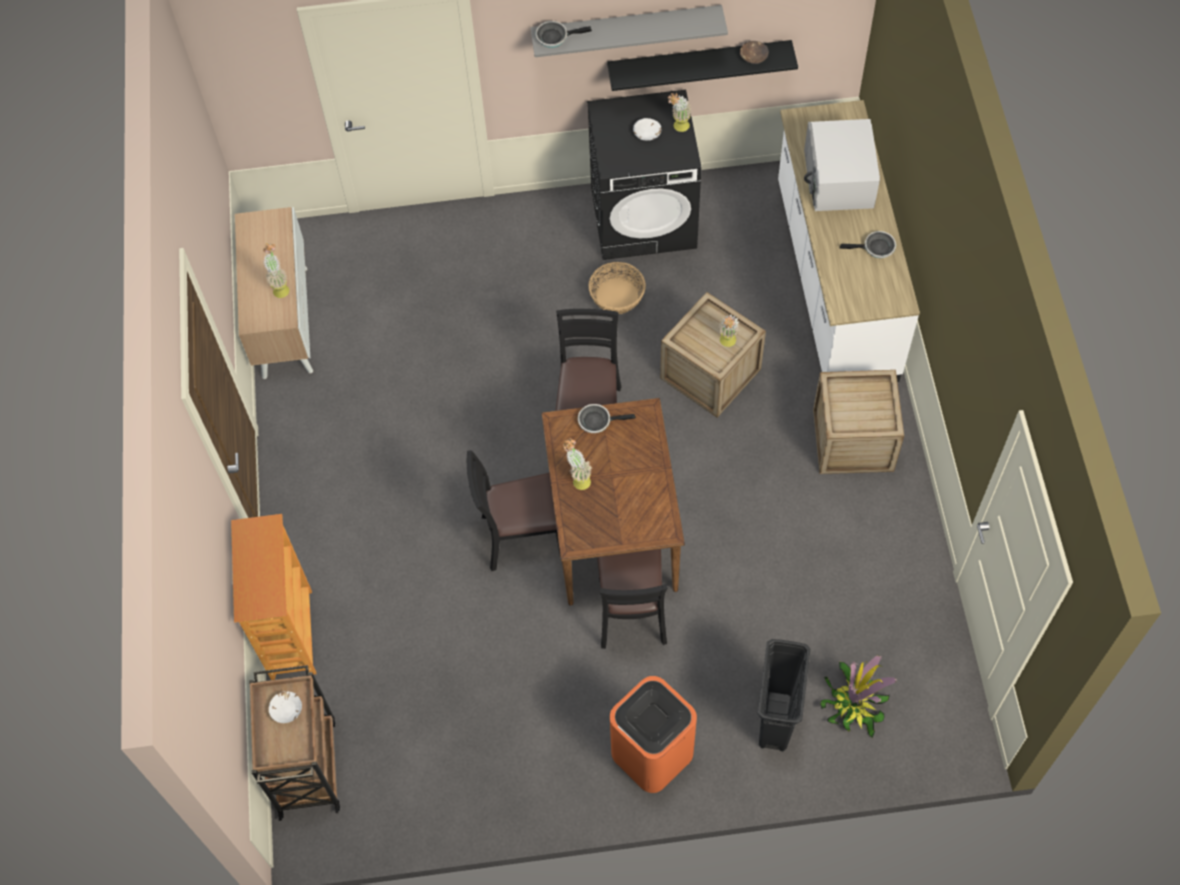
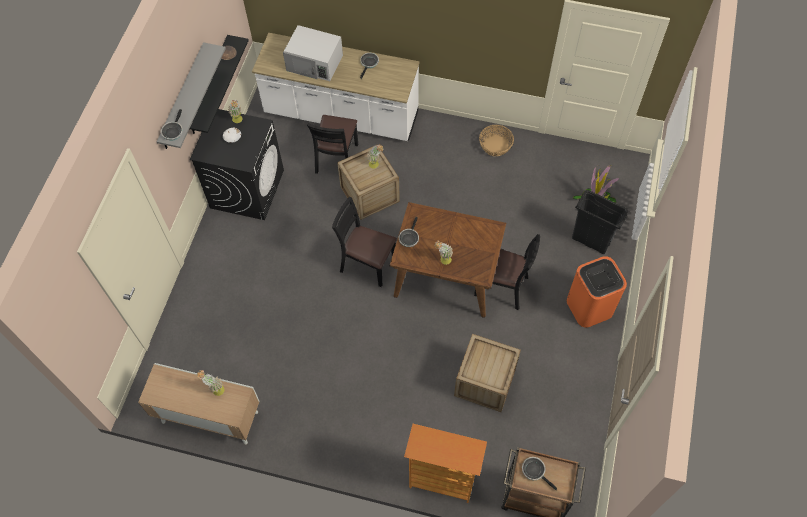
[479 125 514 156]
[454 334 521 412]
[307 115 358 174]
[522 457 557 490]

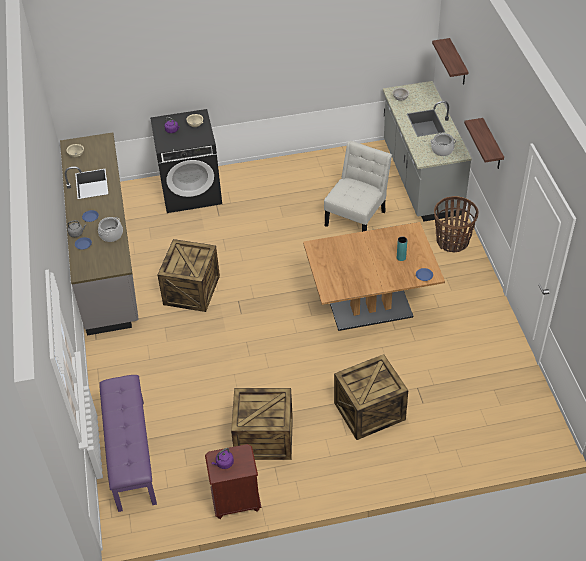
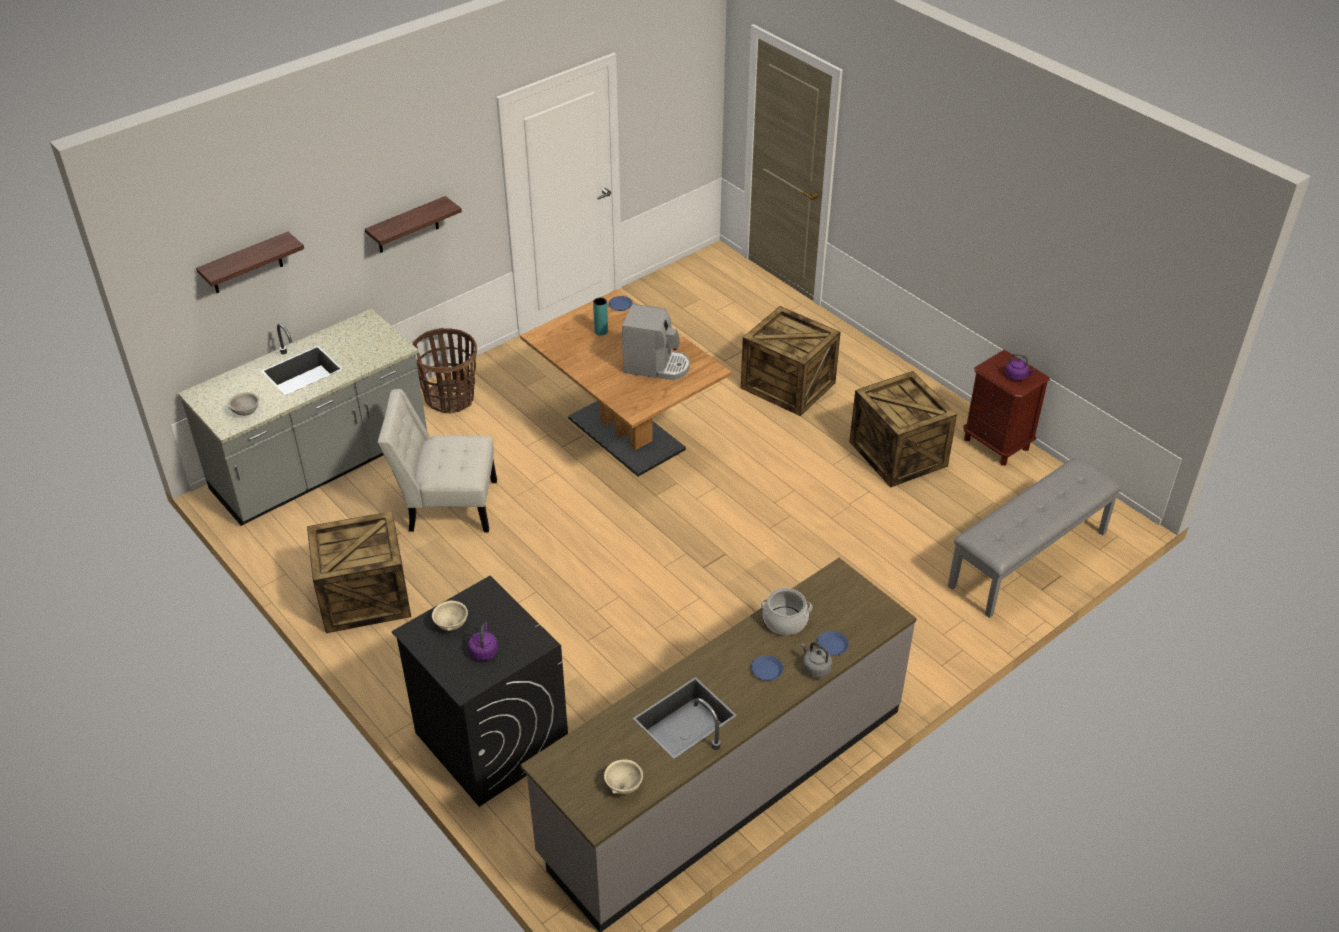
[430 133 456 156] (first image)
[307 511 411 633]
[948 458 1121 618]
[622 304 690 380]

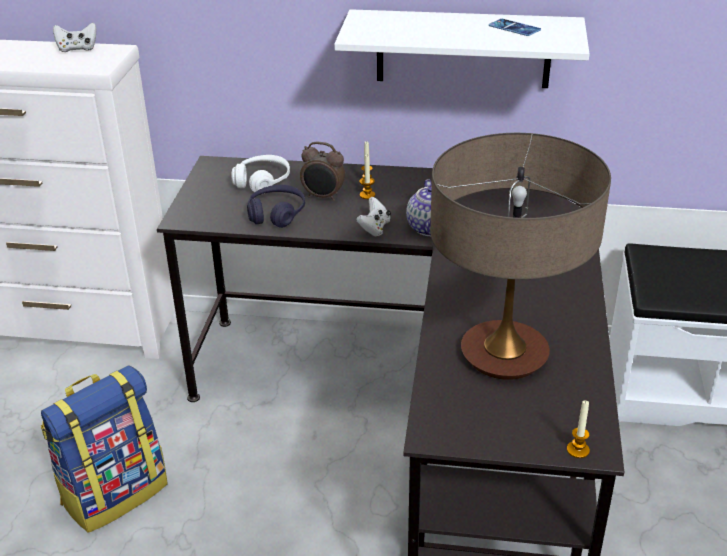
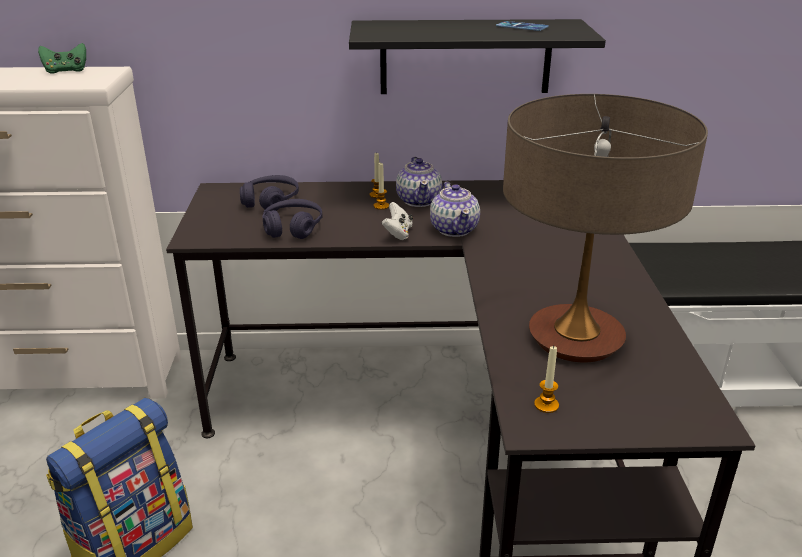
[349 19 606 94]
[38 43 86 74]
[300 142 345 201] (first image)
[240 175 299 211]
[534 345 559 413]
[396 157 442 207]

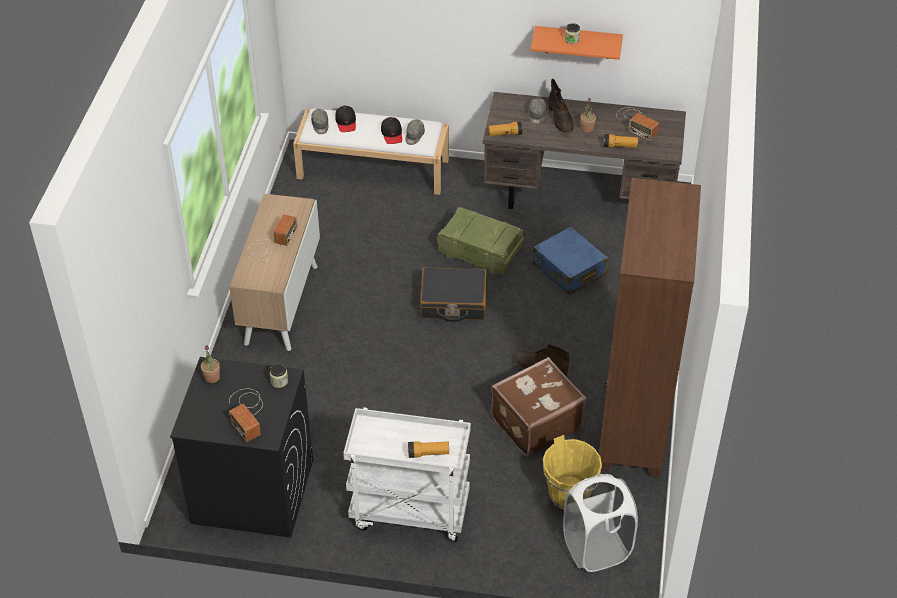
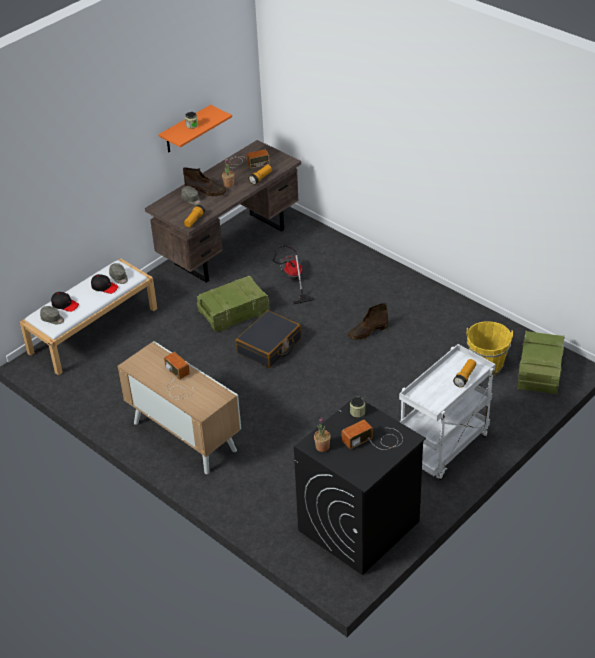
[599 178 701 478] (first image)
[273 245 315 304]
[491 357 586 457] (first image)
[342 419 403 450]
[517 331 564 395]

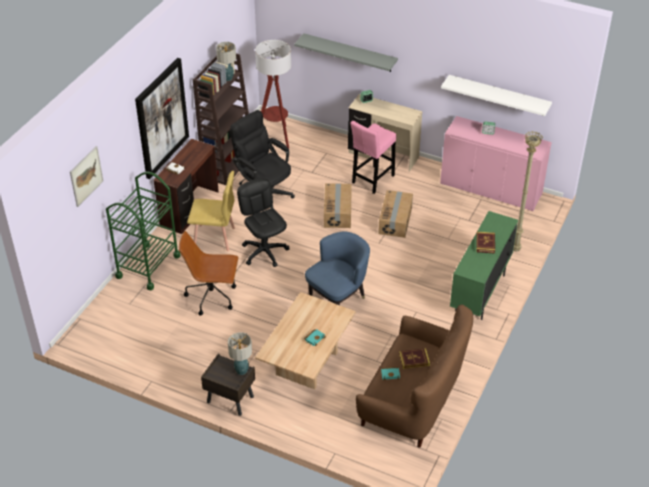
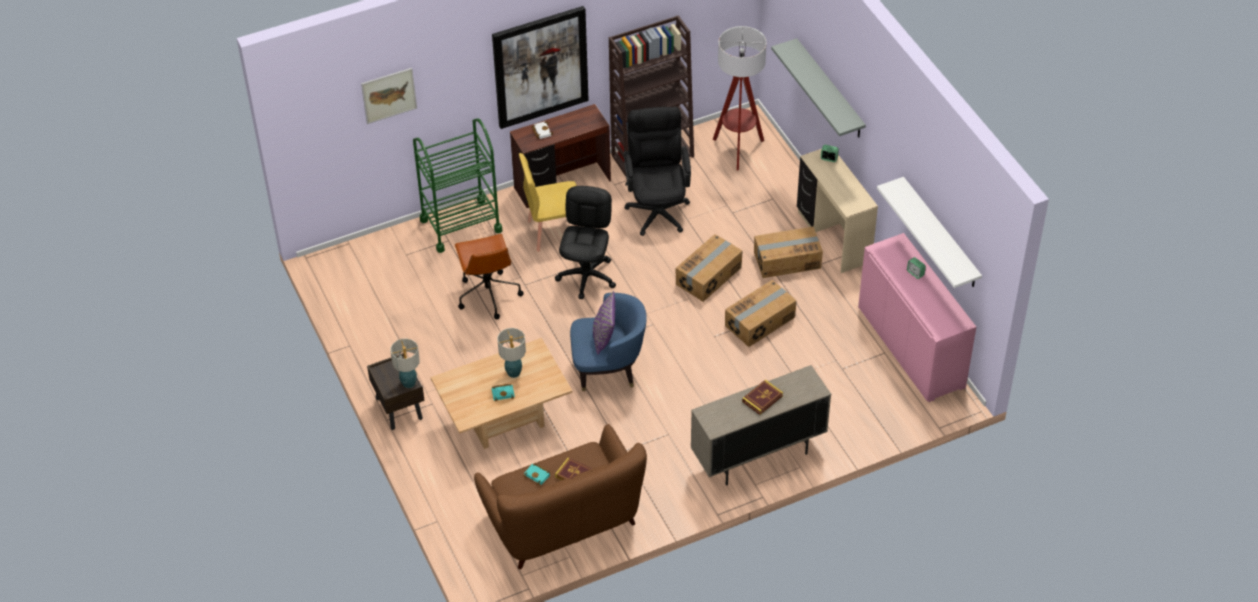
[497 328 526 378]
[754 226 823 278]
[513 131 543 252] (first image)
[519 153 577 252]
[691 365 831 485]
[454 234 524 319]
[593 291 615 354]

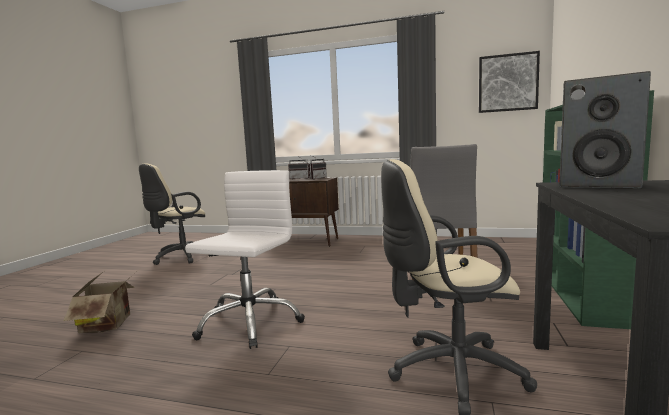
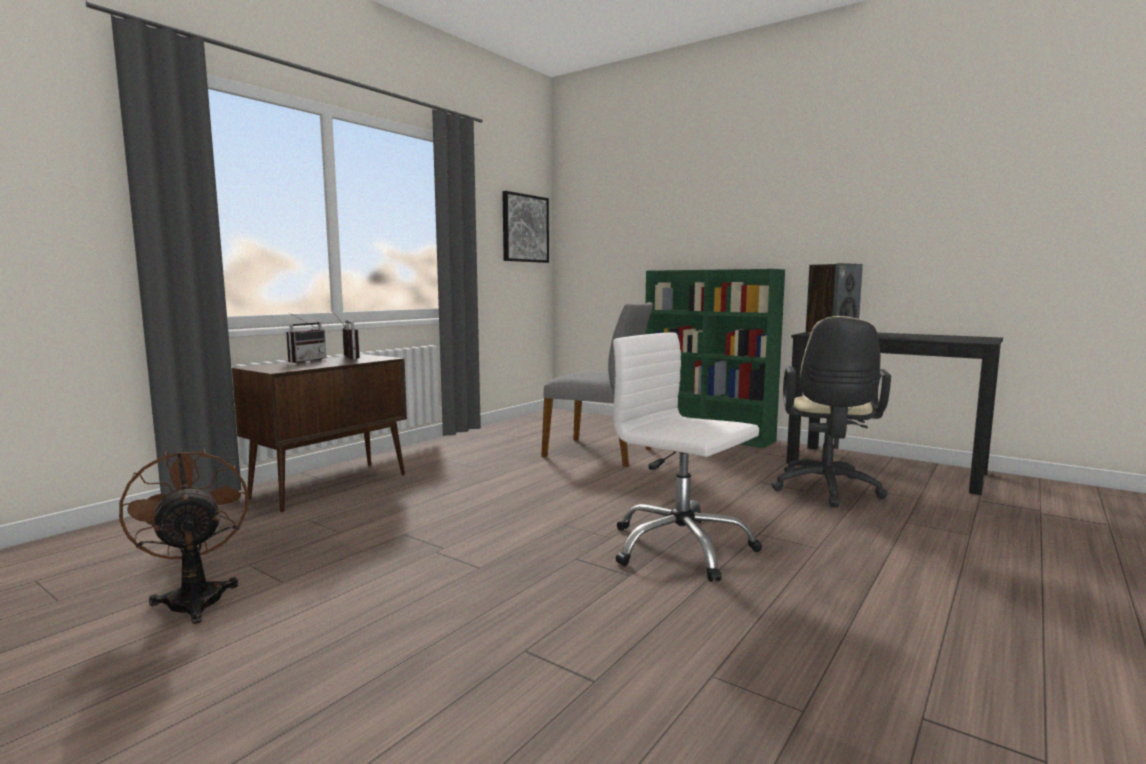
[119 449 248 624]
[64 271 135 333] (first image)

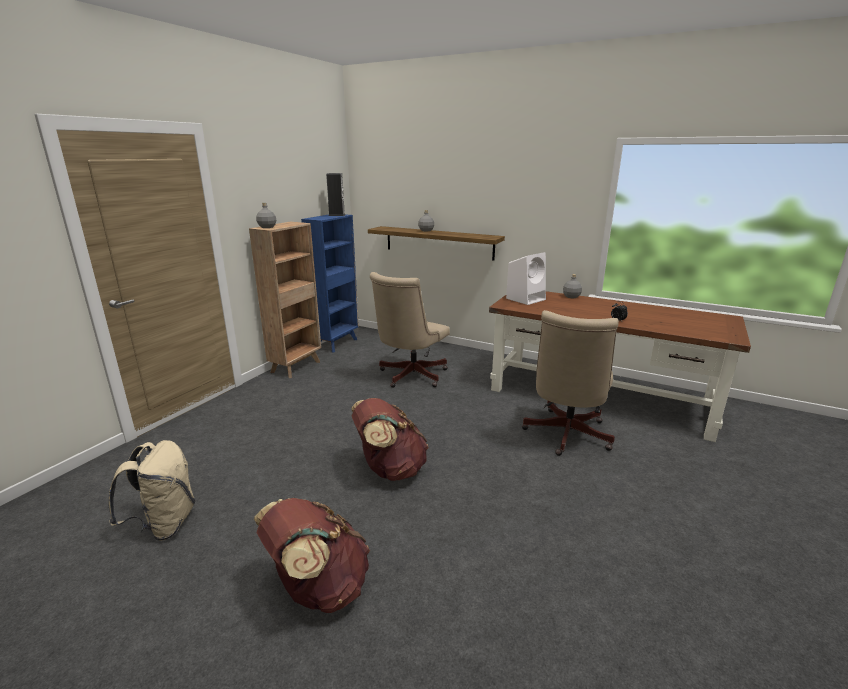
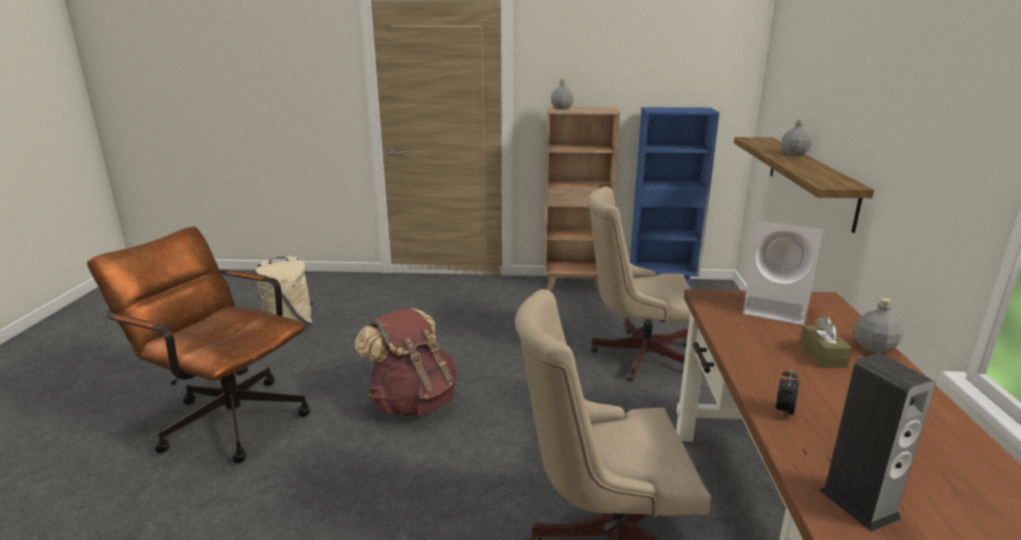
[819 353 936 532]
[87 227 310 464]
[799 317 852 368]

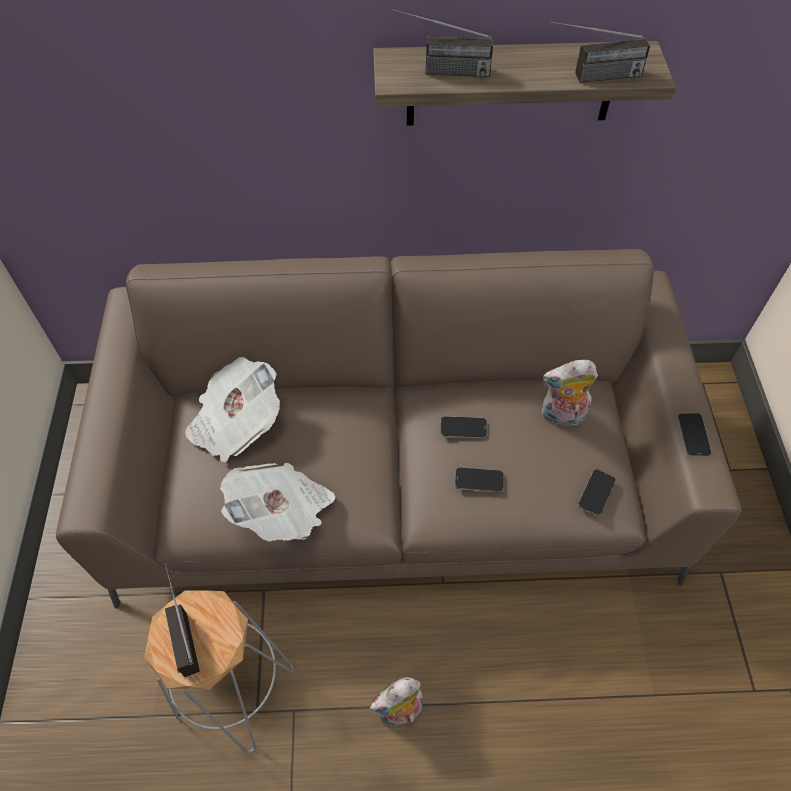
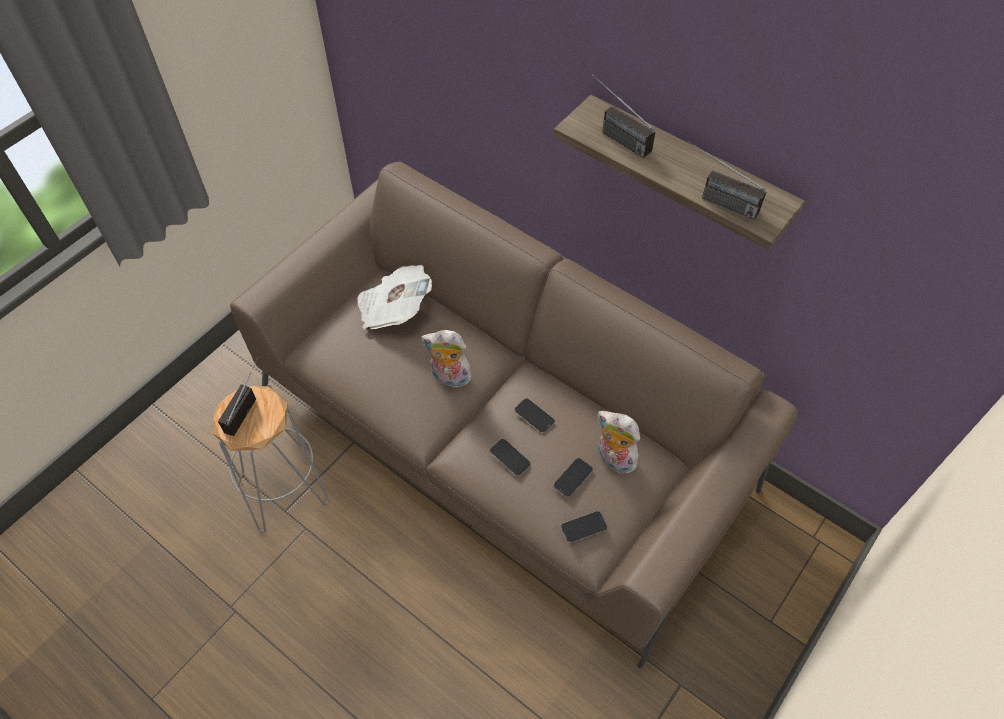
[553 458 593 497]
[220 463 335 541] (first image)
[421 330 472 388]

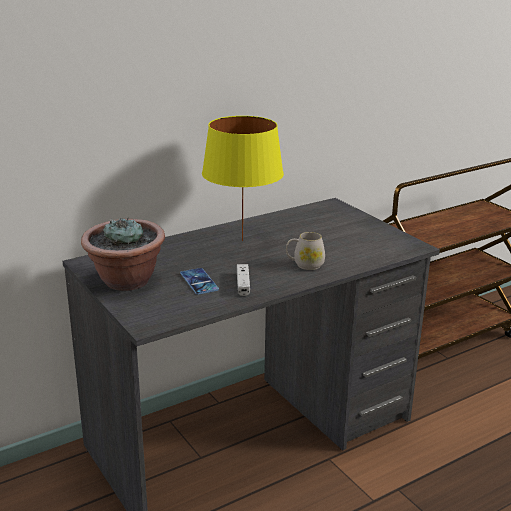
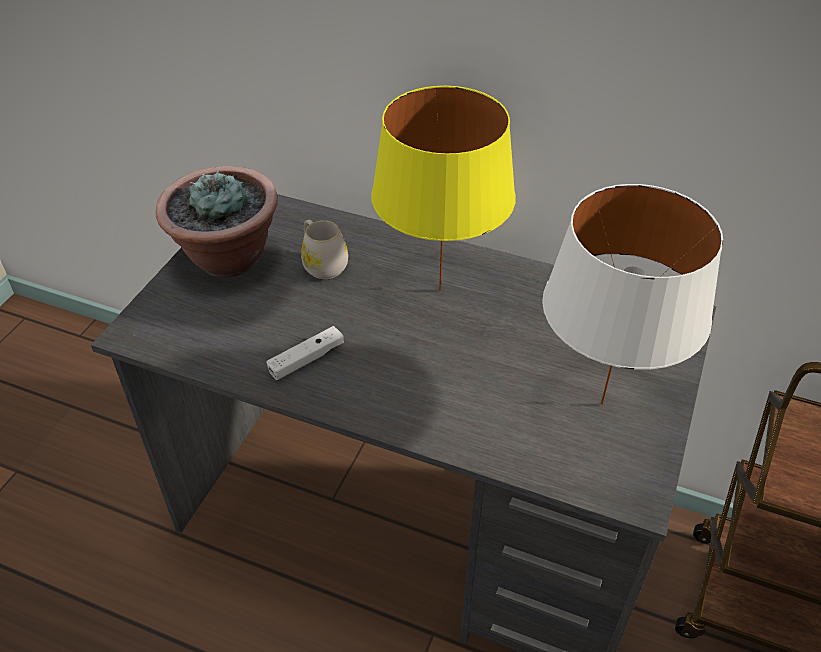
[301 220 348 279]
[180 268 219 295] (first image)
[542 184 723 405]

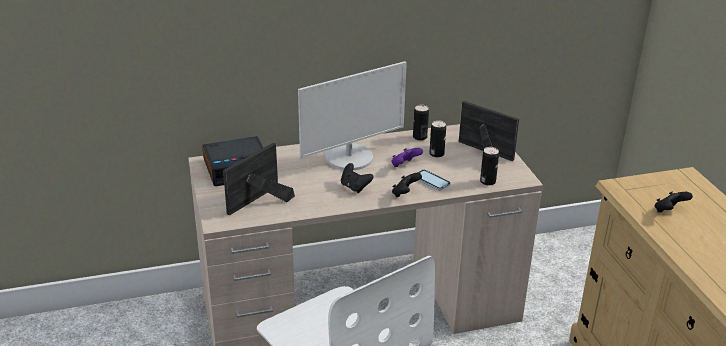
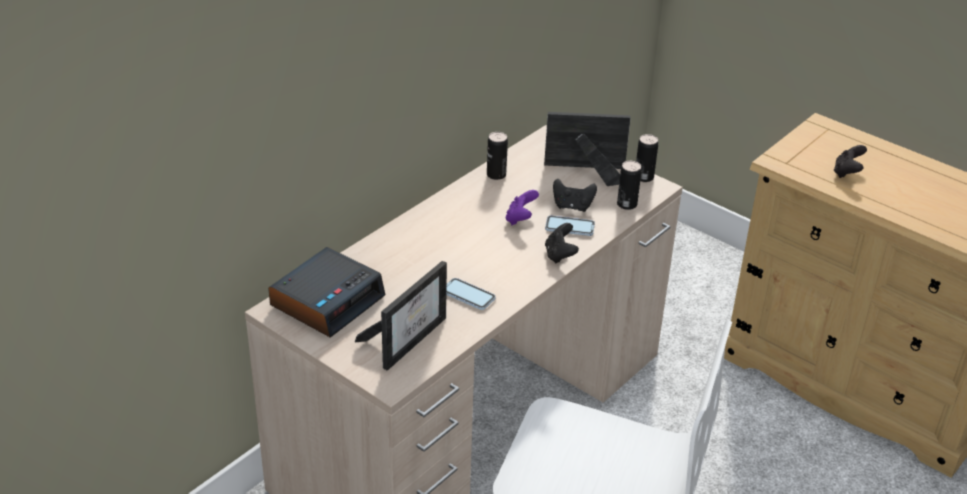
[298 61 407 170] (first image)
[636 134 658 182]
[355 261 447 371]
[553 179 597 212]
[446 278 496 310]

